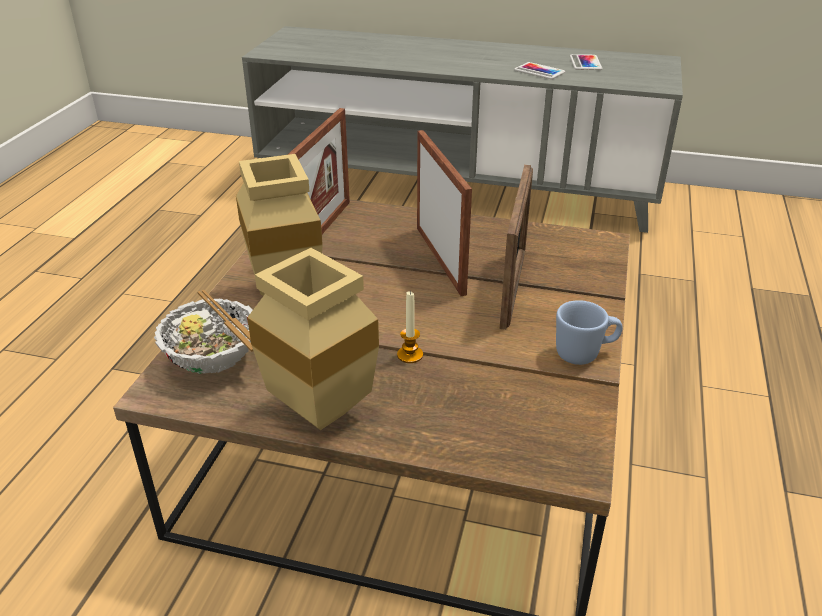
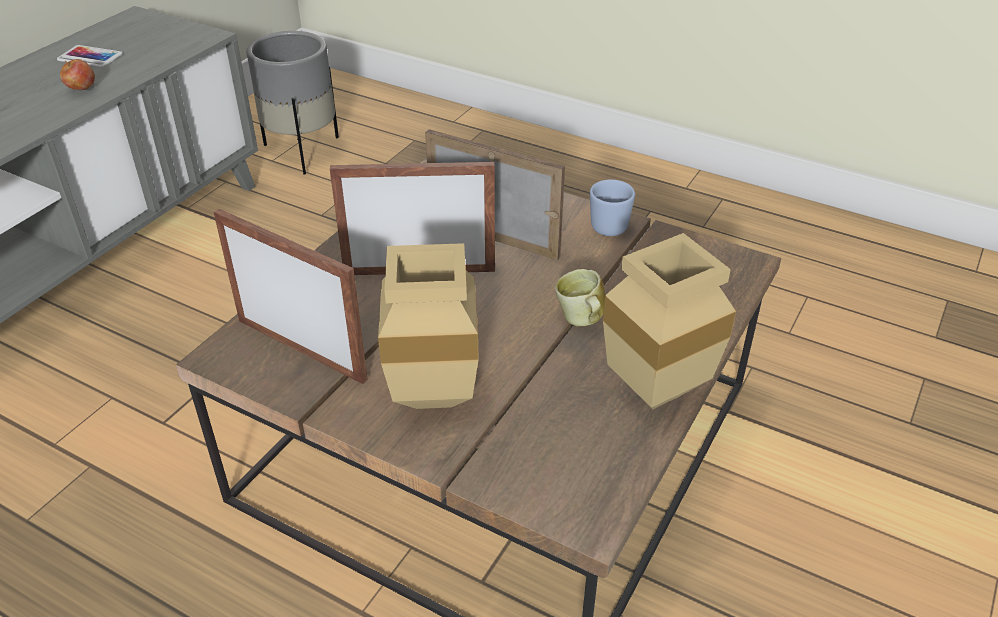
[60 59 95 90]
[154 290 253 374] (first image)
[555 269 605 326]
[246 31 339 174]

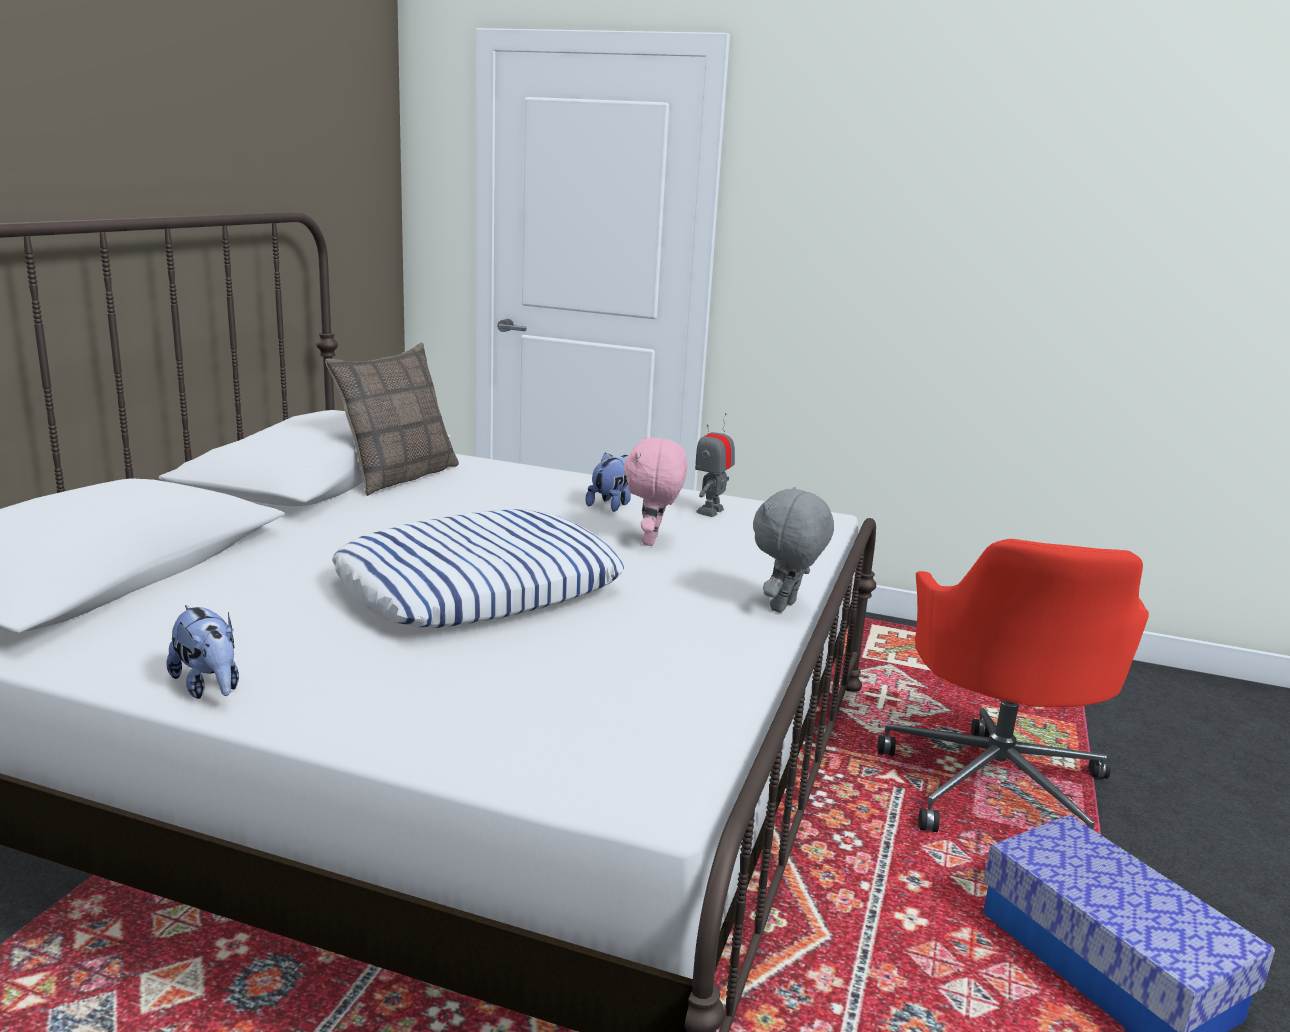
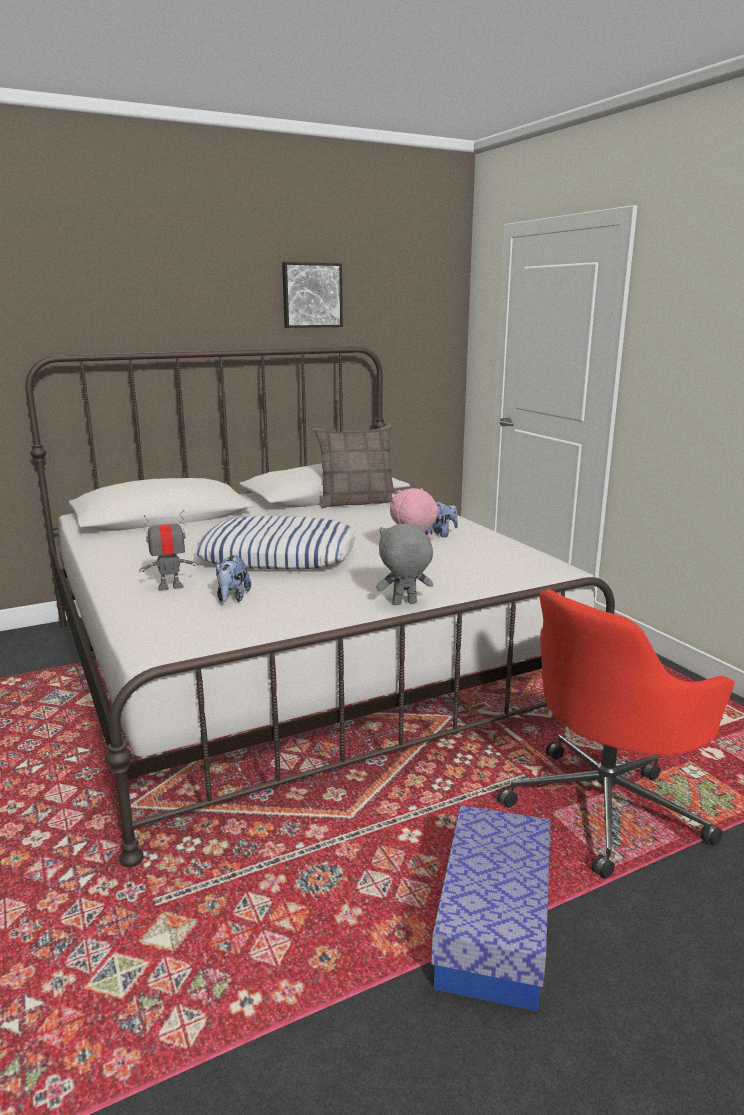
[139 510 198 591]
[216 554 251 602]
[282 262 343 328]

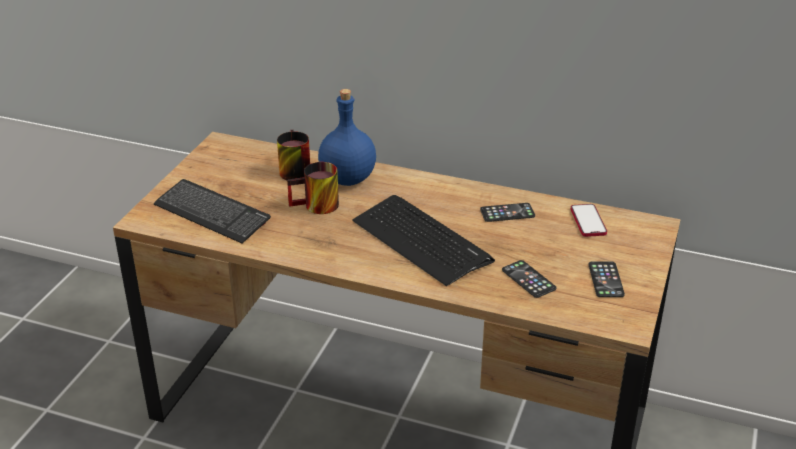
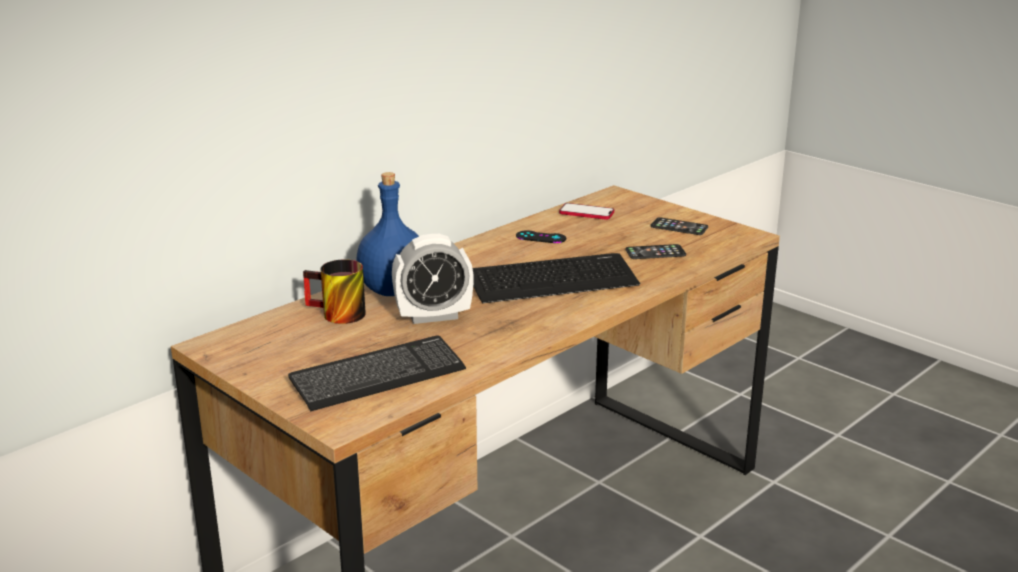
[392 234 474 324]
[516 230 566 243]

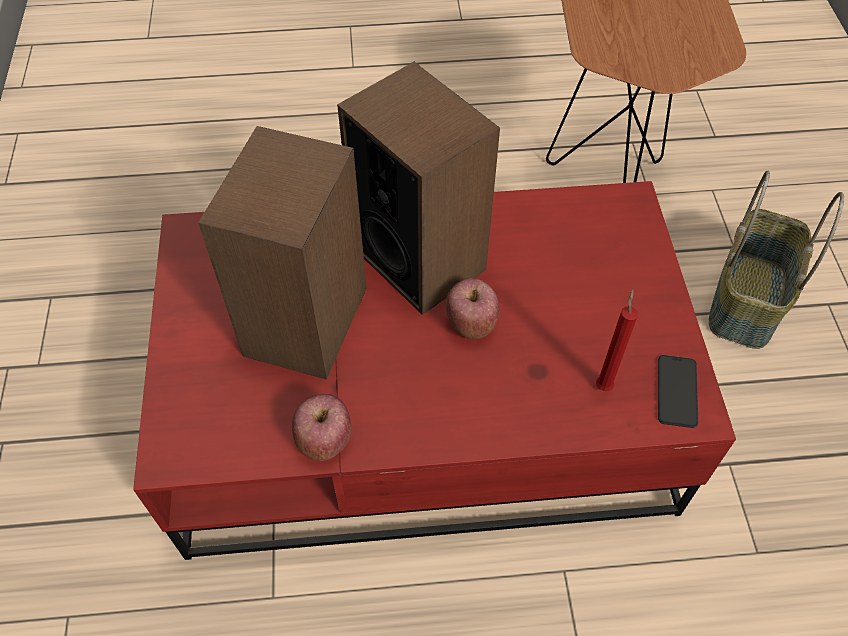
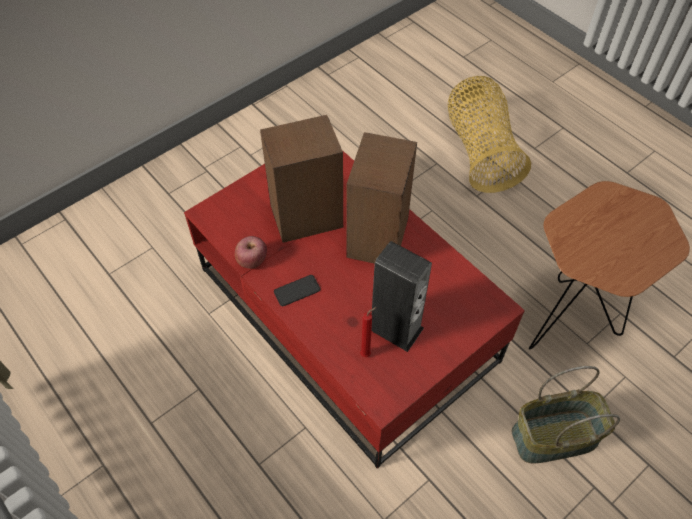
[446 278 500 339] (first image)
[274 275 320 306]
[448 76 531 193]
[371 241 432 352]

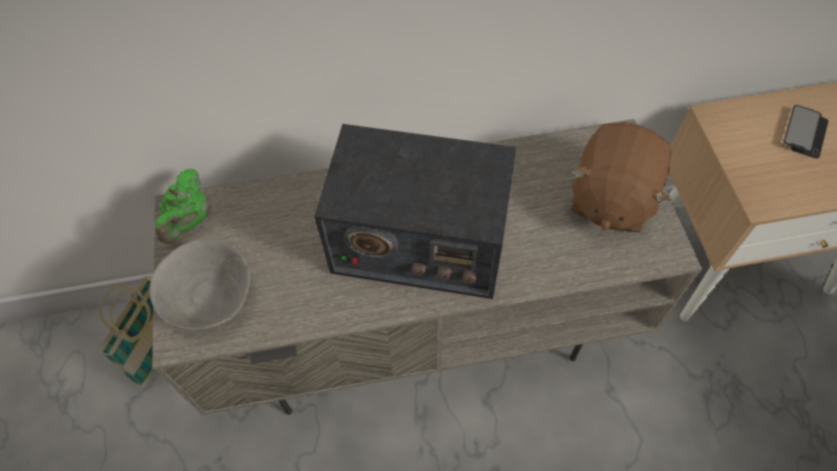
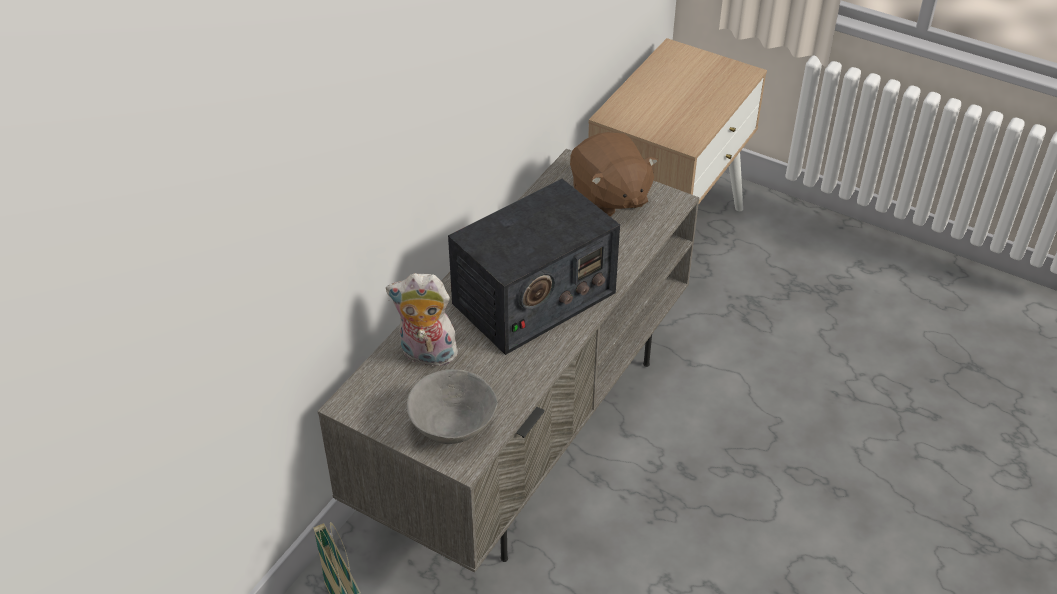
[783 105 828 159] (first image)
[155 169 208 244] (first image)
[386 273 458 367]

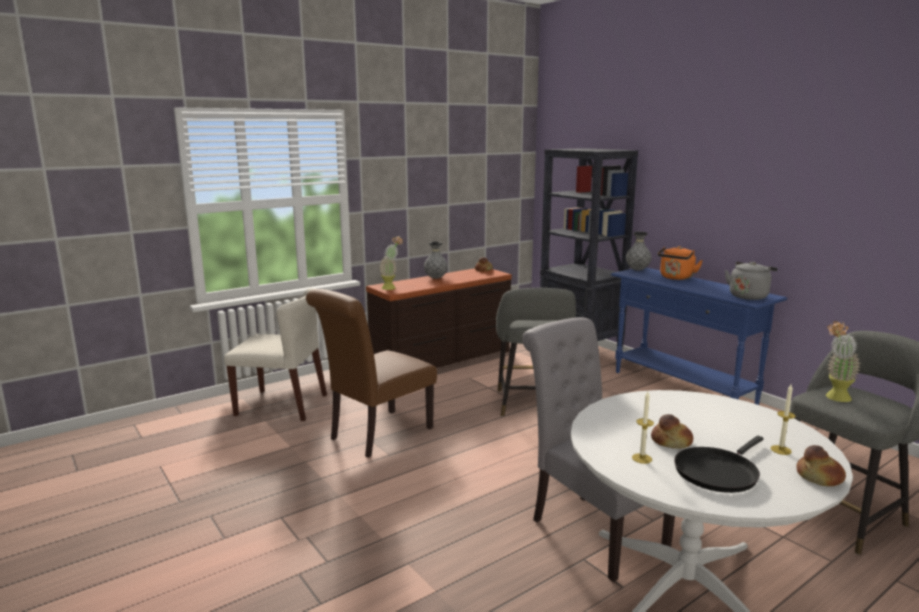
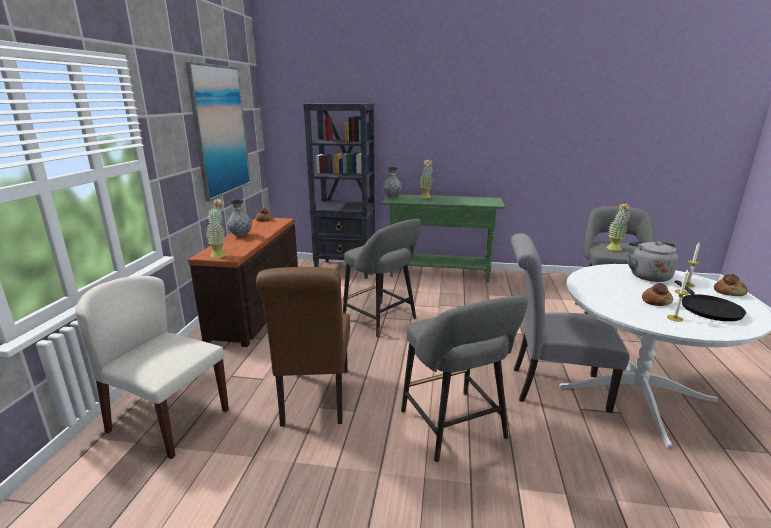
[420 159 433 198]
[627 241 678 282]
[382 195 505 283]
[75 276 229 459]
[185 61 251 201]
[401 295 528 462]

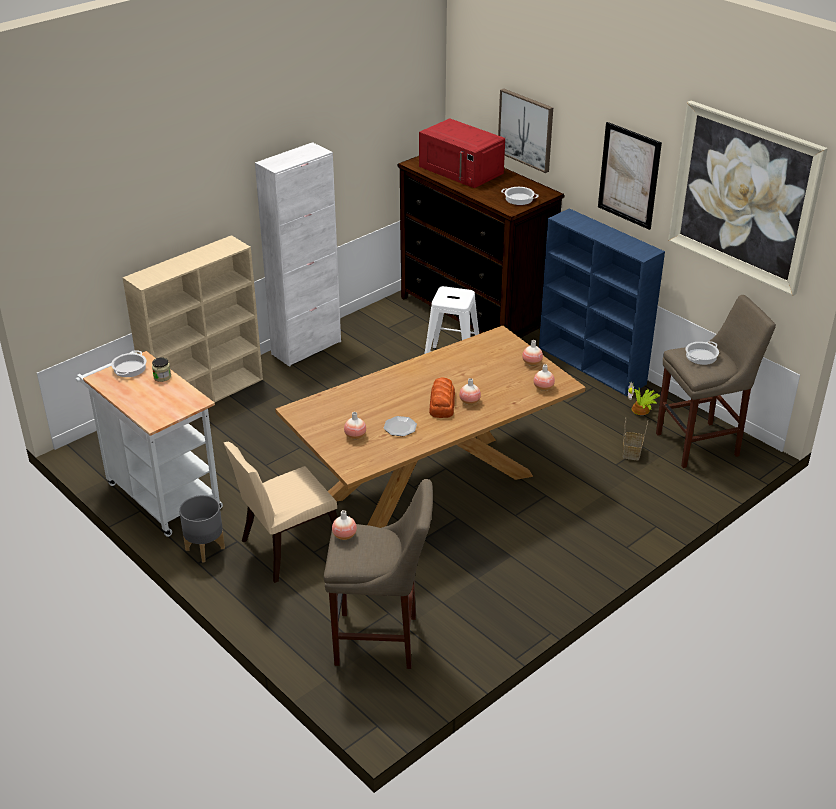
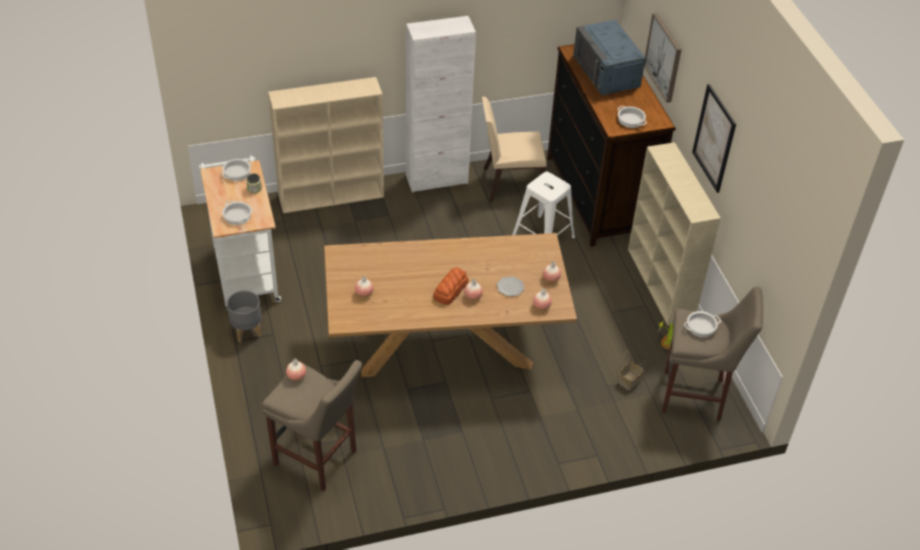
[668 101 828 296] (first image)
[573 20 646 95]
[628 142 721 326]
[497 276 525 296]
[482 97 547 202]
[222 200 252 225]

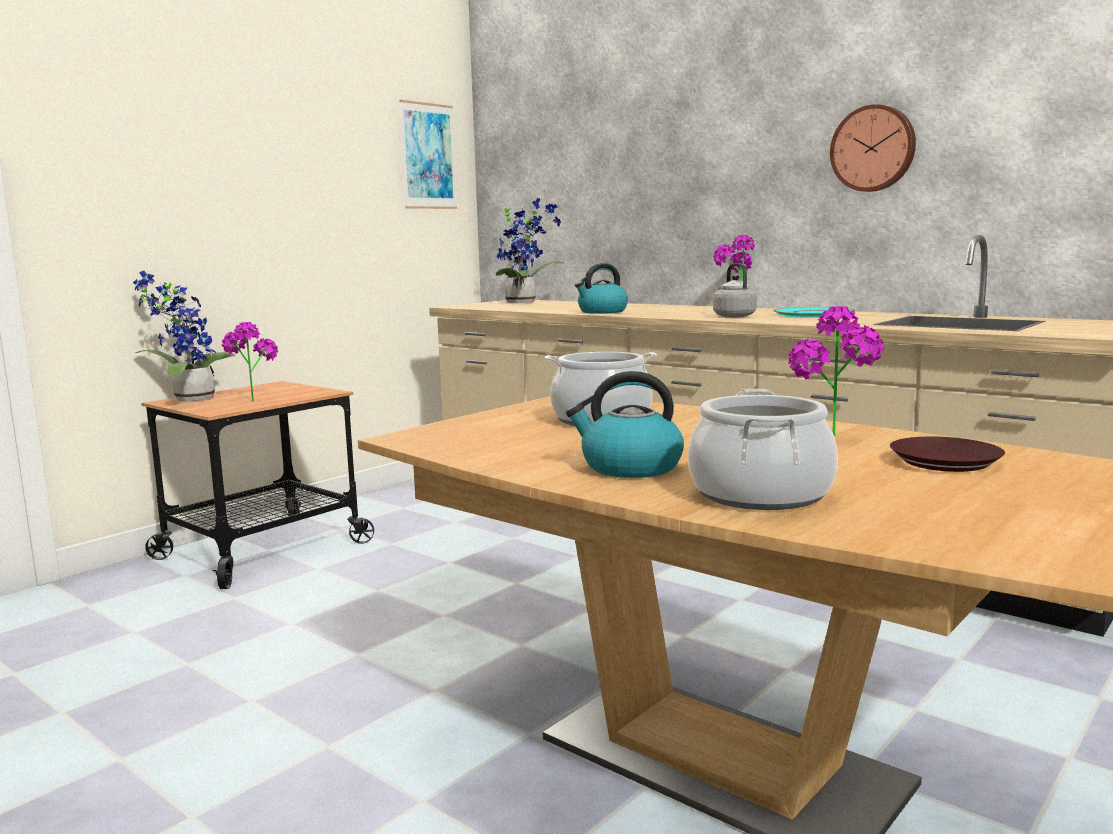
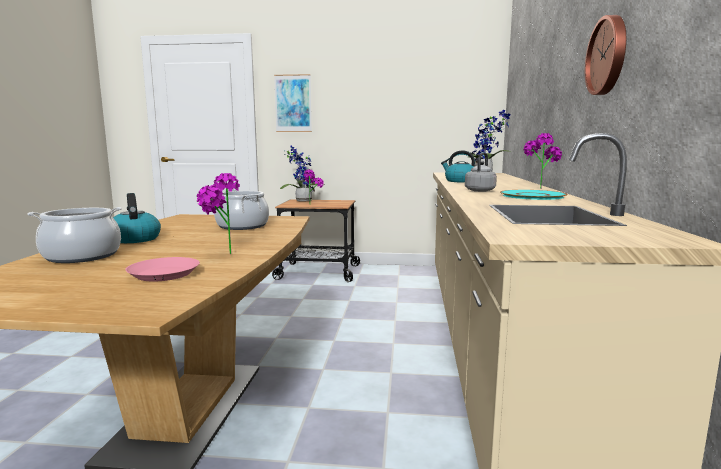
[274 74 312 132]
[125 257 200 281]

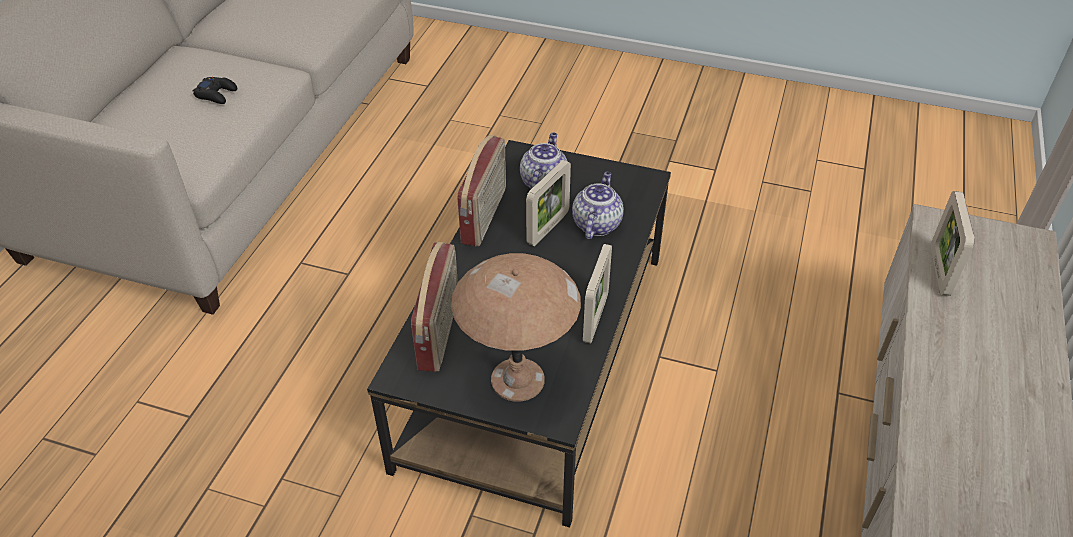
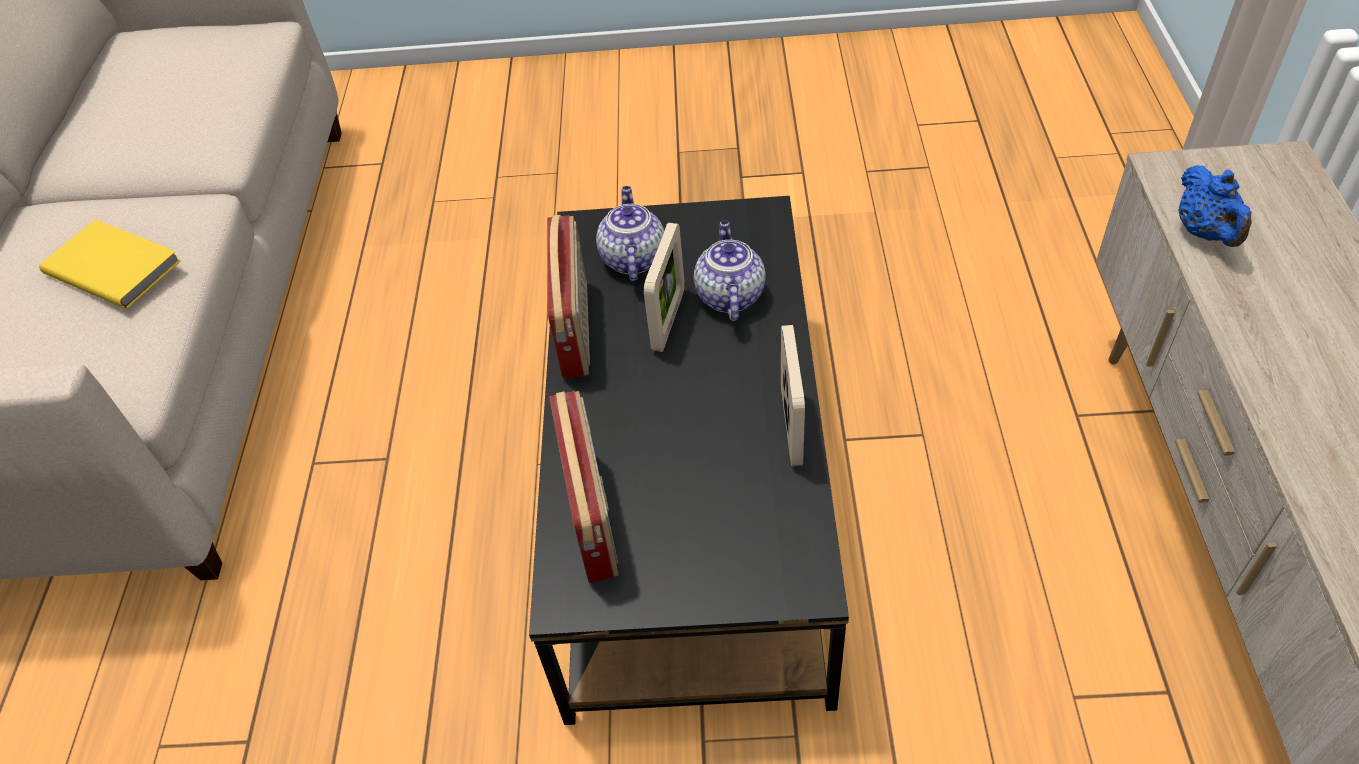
[39 219 181 309]
[1178 165 1252 247]
[451 253 581 402] (first image)

